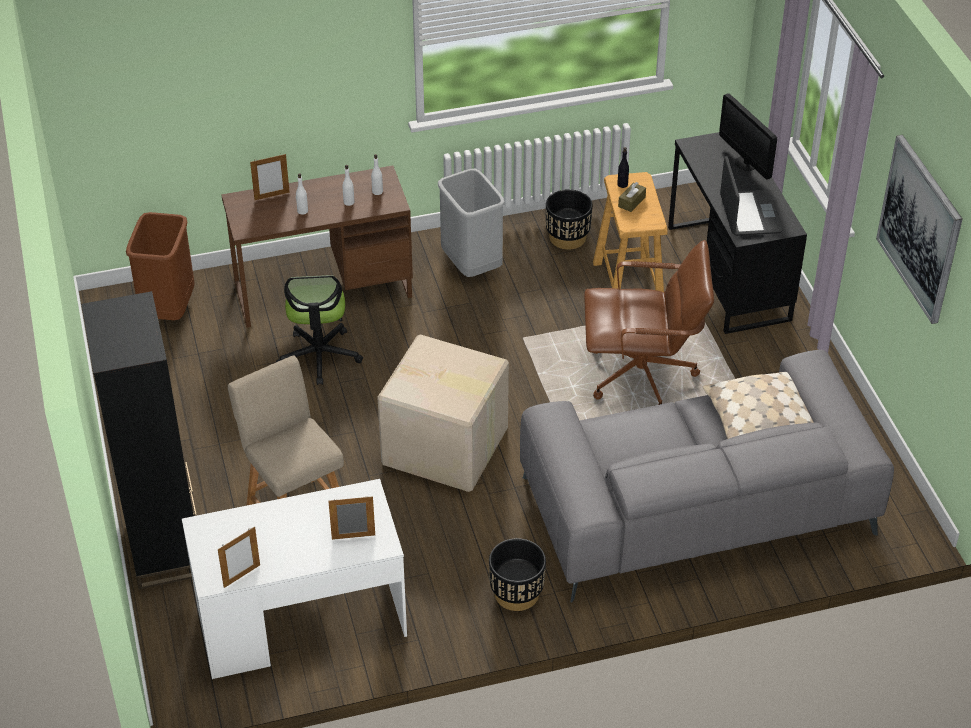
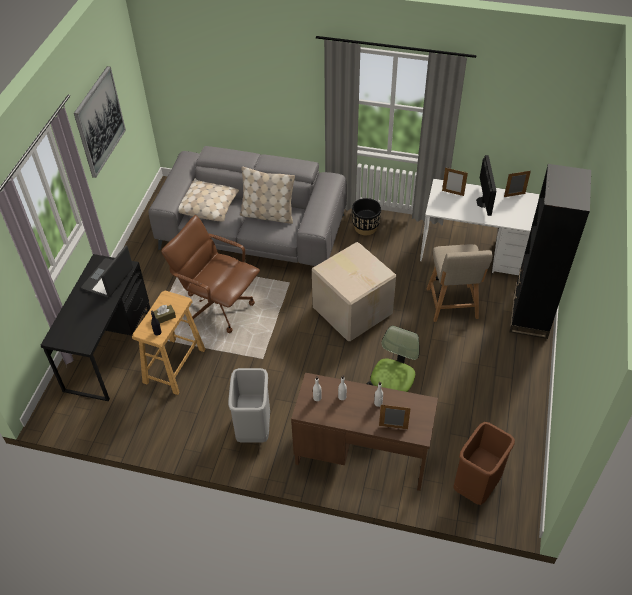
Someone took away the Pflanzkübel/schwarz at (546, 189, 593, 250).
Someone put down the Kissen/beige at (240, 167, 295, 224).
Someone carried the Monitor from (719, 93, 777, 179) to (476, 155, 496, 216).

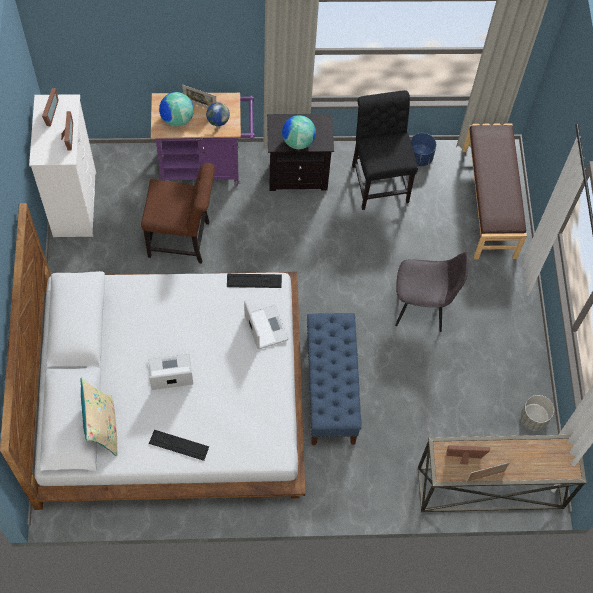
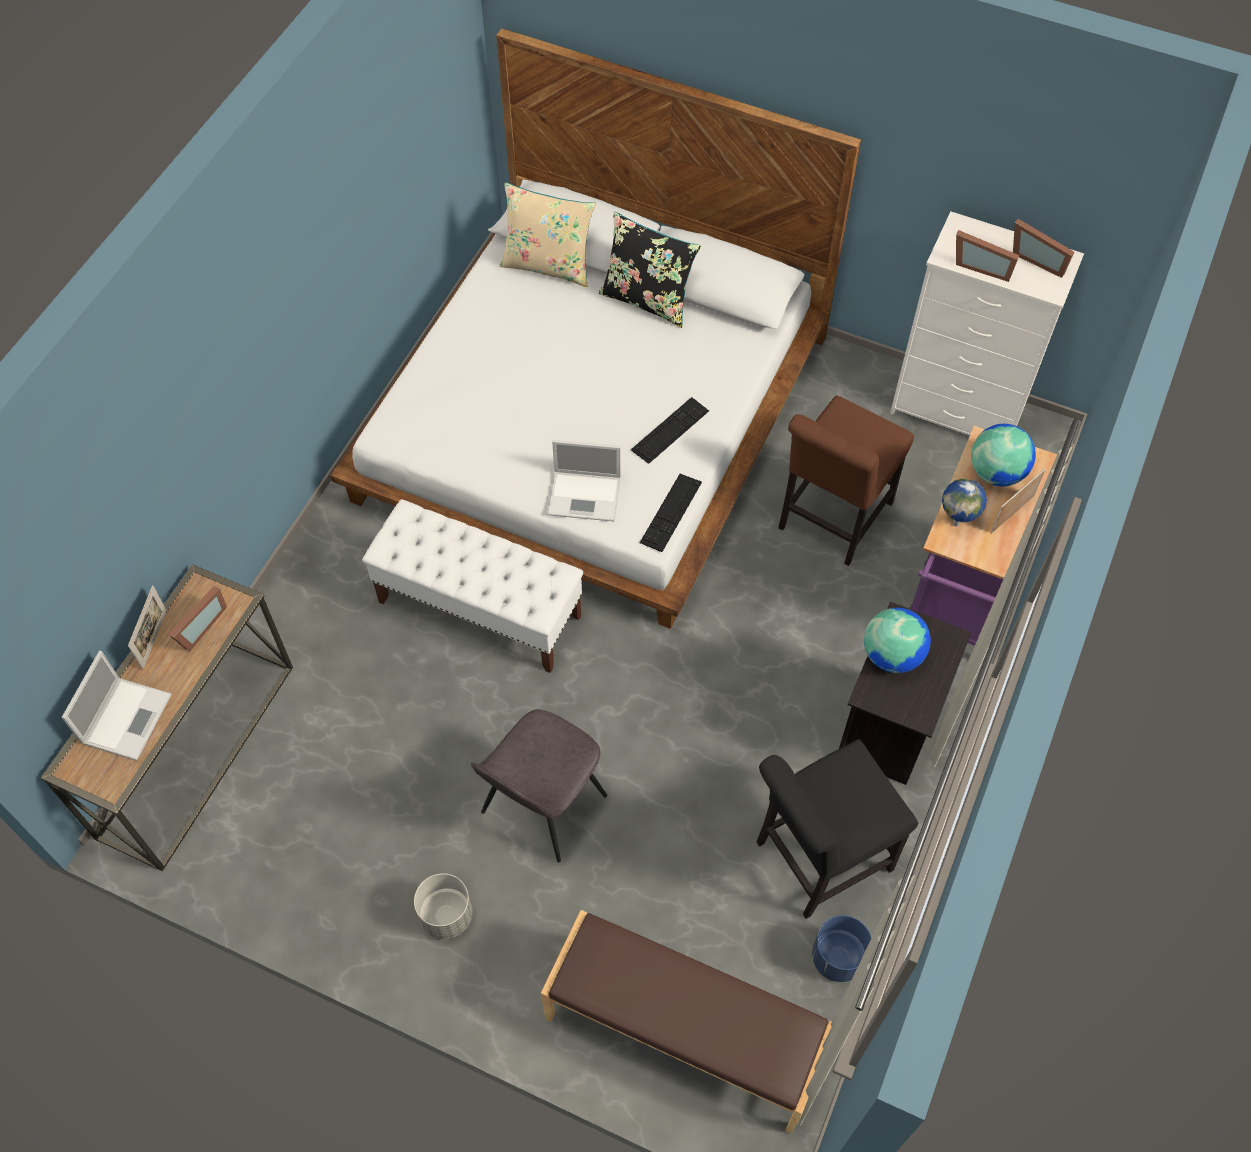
Someone put down the Kissen/schwarz at (599, 212, 701, 328).
Someone carried the Laptop from (148, 354, 193, 390) to (62, 651, 172, 761).
Someone carried the Tastatur from (149, 430, 209, 461) to (631, 397, 709, 464).
Someone carried the Pflanzkübel/grau from (520, 395, 554, 430) to (414, 873, 472, 939).
Someone repainted the Bank/blau at (307, 313, 362, 445), which became the Bank/weiß at (362, 499, 583, 673).
Someone rotated the Stuhl/schwarz at (352, 90, 418, 210) by 135 degrees clockwise.

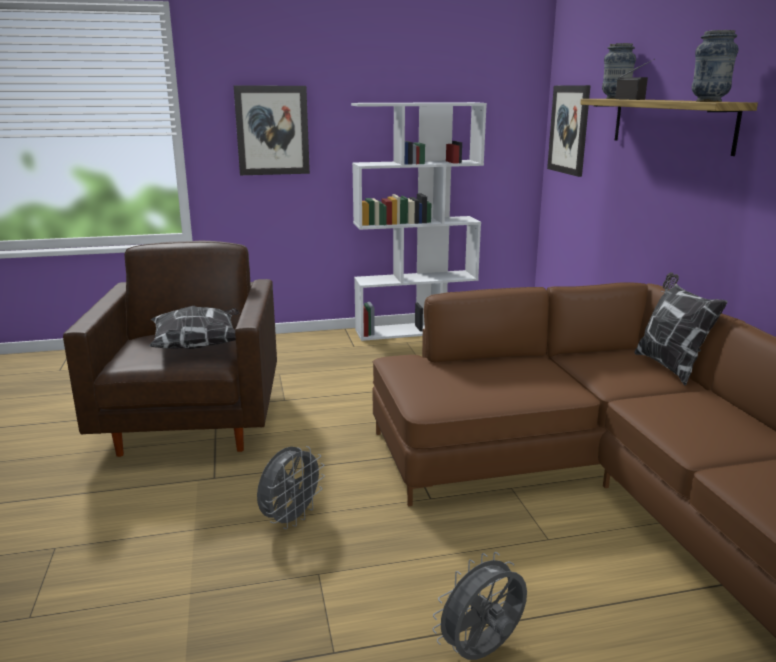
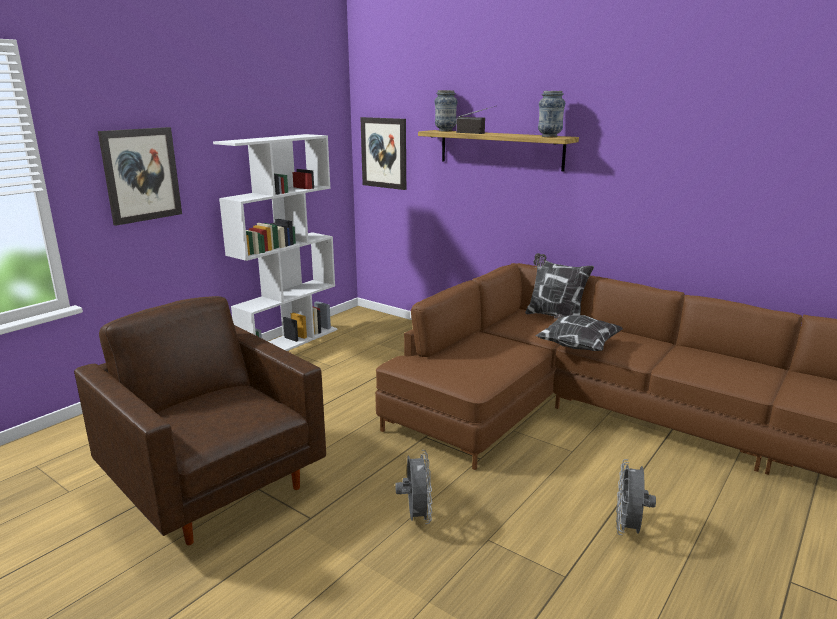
Someone carried the Kissen from (149, 306, 239, 349) to (535, 314, 623, 351).

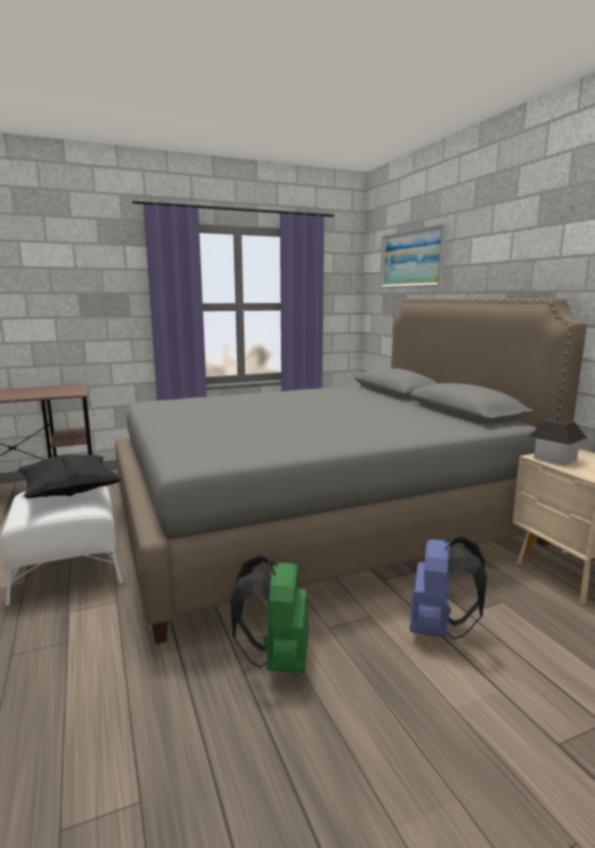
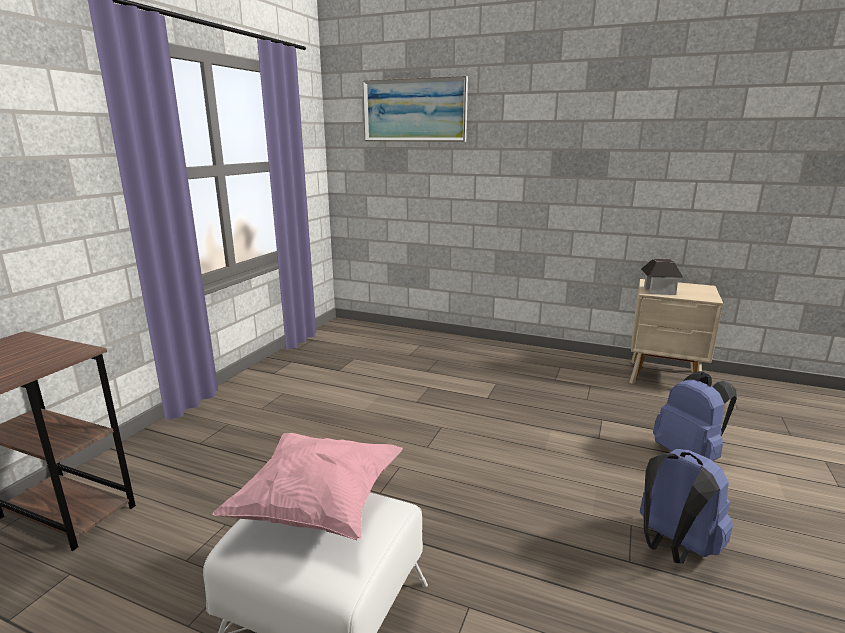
Someone took away the Bett/grau at (115, 298, 587, 644).
Someone repainted the Kissen/schwarz at (17, 454, 122, 498), which became the Kissen/rosa at (212, 433, 403, 540).
Someone repainted the Rucksack/grün at (230, 555, 309, 673), which became the Rucksack/blau at (640, 449, 733, 563).

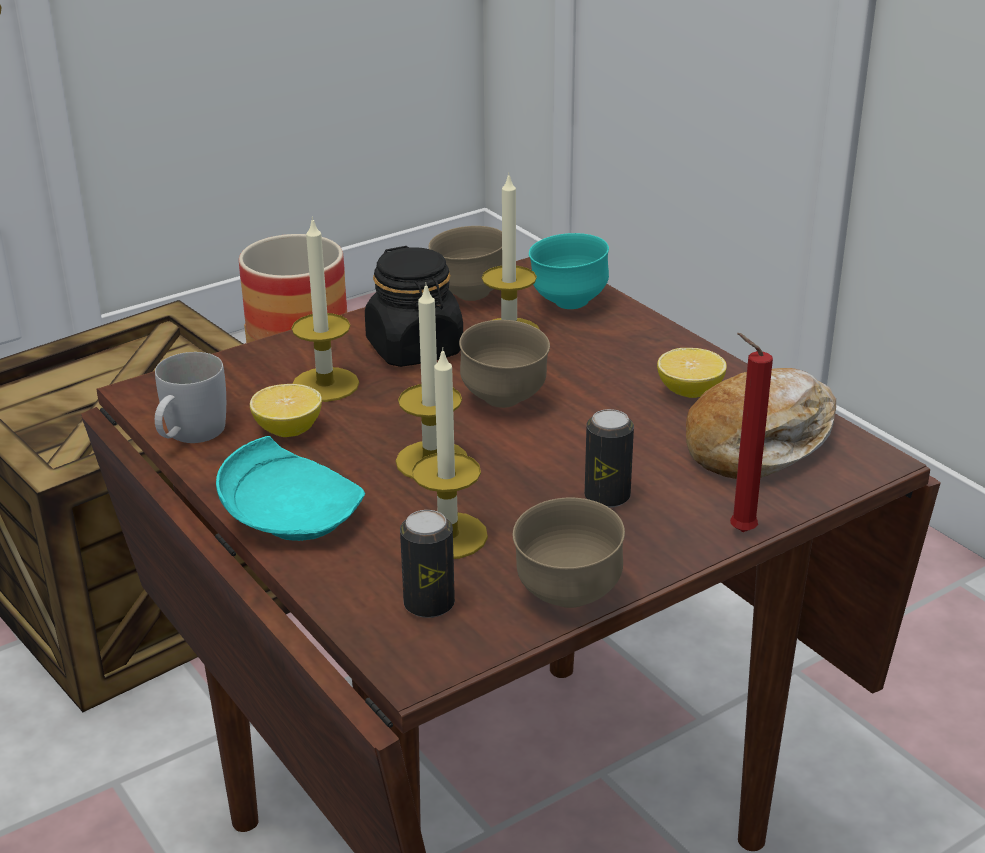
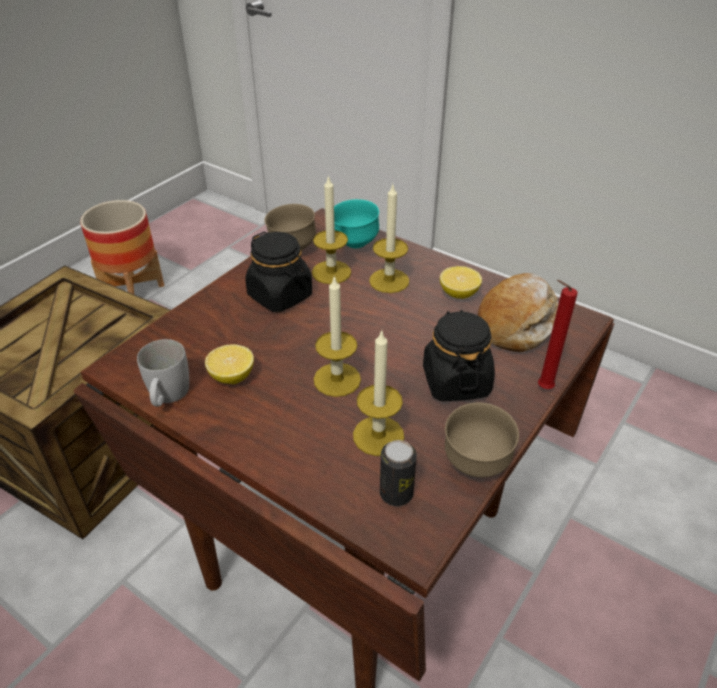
Someone took away the Teller/türkis at (216, 436, 365, 541).
Someone took away the Schüssel/braun at (459, 320, 550, 408).
Someone carried the Kerze from (292, 216, 359, 402) to (369, 185, 409, 293).
Someone swapped the Dose at (585, 409, 634, 508) for the Vorratsglas/schwarz at (423, 310, 495, 401).

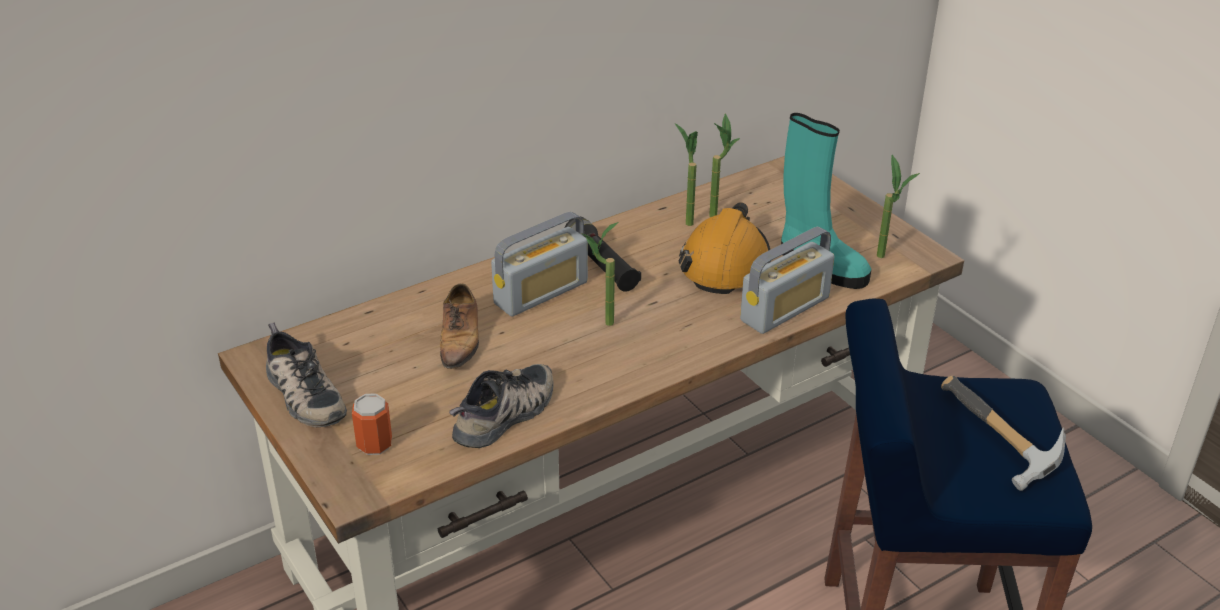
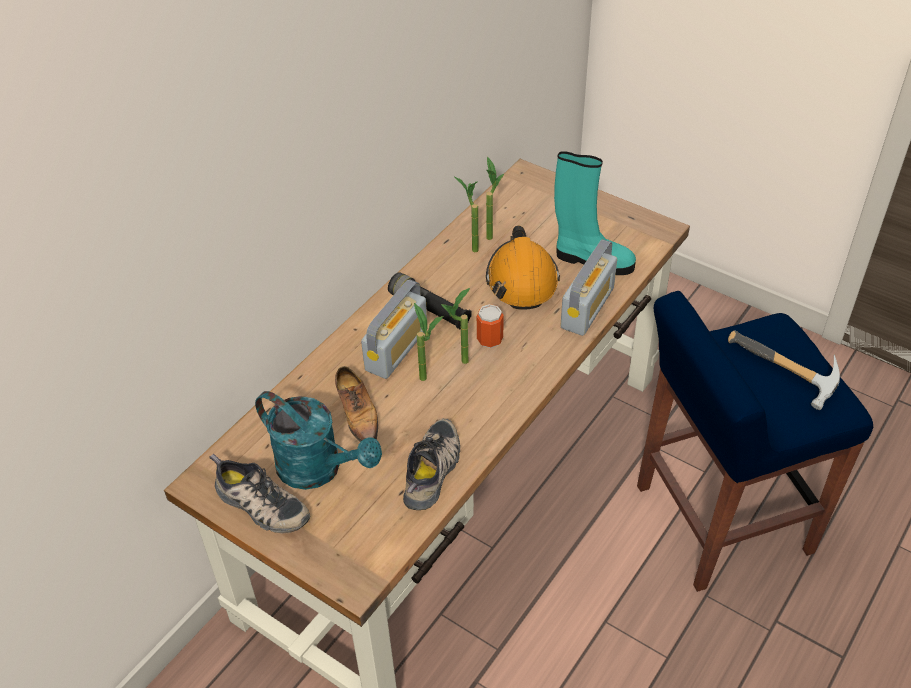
Someone put down the Gießkanne/türkis at (255, 391, 382, 490).
Someone carried the Dose from (352, 393, 392, 455) to (477, 304, 504, 348).
Someone carried the Topfpflanze from (877, 155, 920, 258) to (414, 303, 443, 381).

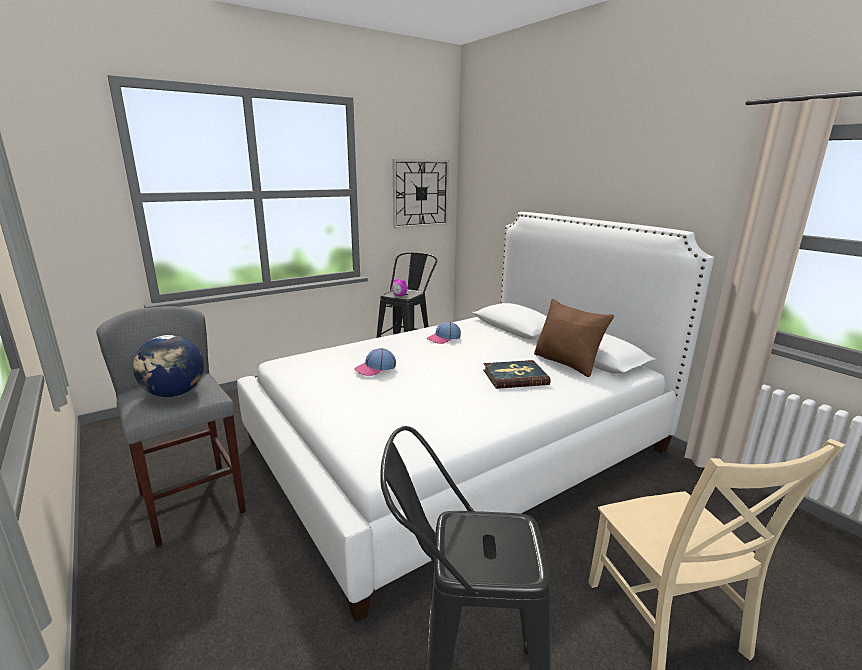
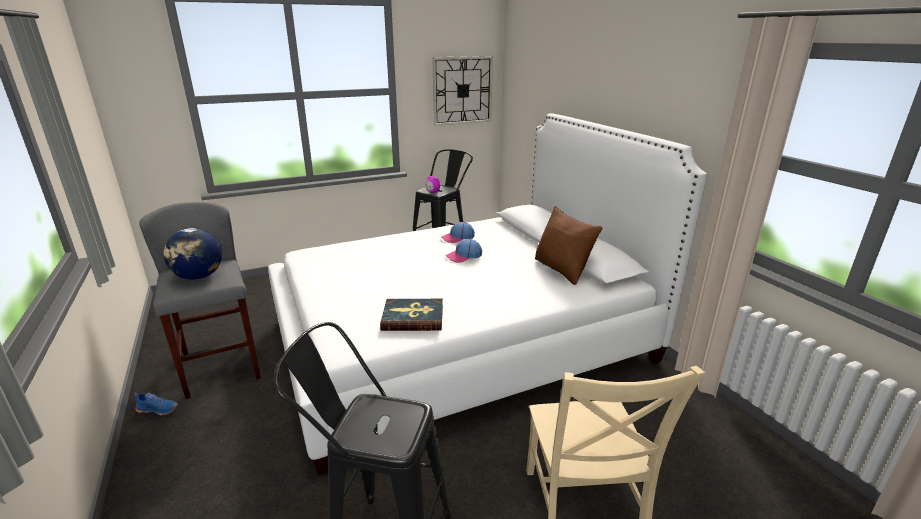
Someone put down the Schuh/blau at (133, 393, 178, 415).
Someone carried the Kappe from (354, 348, 396, 376) to (446, 239, 482, 263).
Someone carried the Buch from (483, 360, 550, 389) to (380, 299, 443, 331).

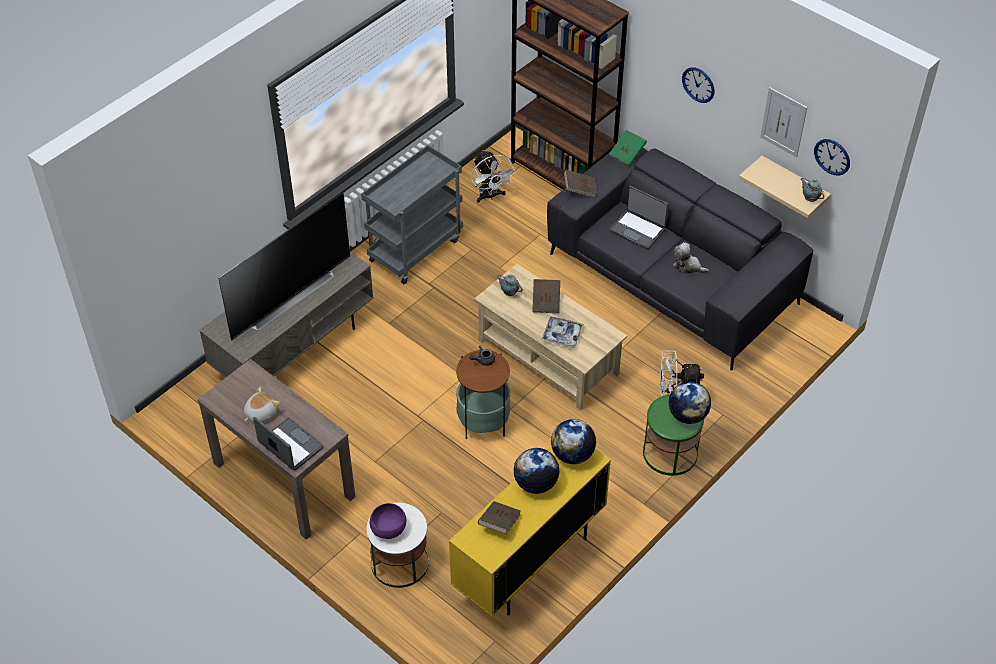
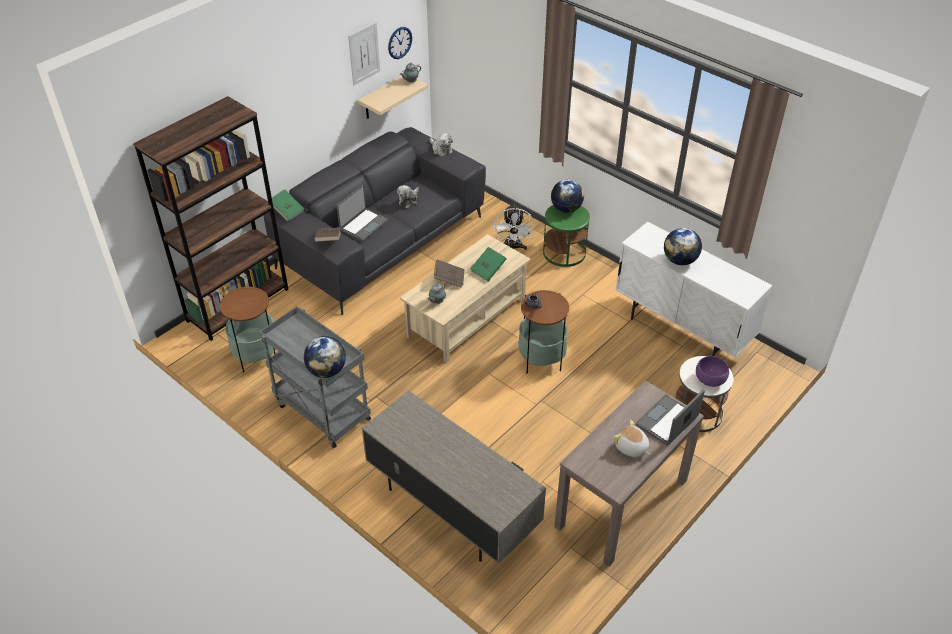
Someone took away the Fernseher at (218, 193, 350, 340).
Someone took away the Buch/braun at (478, 501, 521, 534).
Someone took away the Wanduhr at (682, 67, 715, 103).
Someone put down the Plüschtier at (430, 133, 453, 156).
Someone carried the Globus from (551, 419, 596, 464) to (304, 336, 346, 378).
Someone swapped the Ventilator/weiß at (471, 150, 516, 203) for the Beistelltisch at (220, 287, 276, 372).
Someone swapped the Tablett at (541, 316, 584, 348) for the Buch/grün at (470, 247, 507, 281).
Someone repainted the Schrank/gelb at (449, 446, 611, 617), which became the Schrank/weiß at (615, 222, 773, 357).

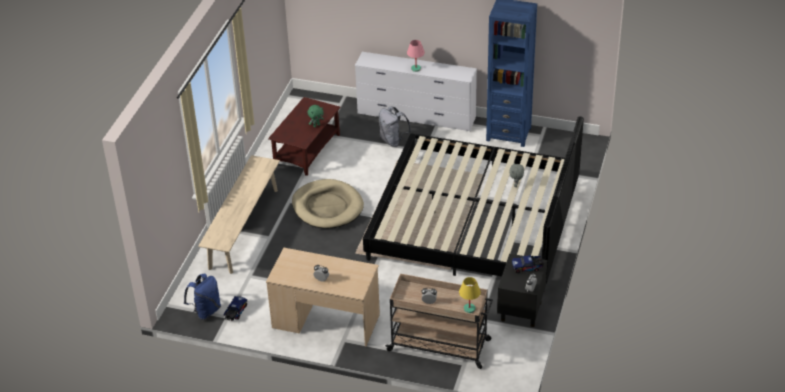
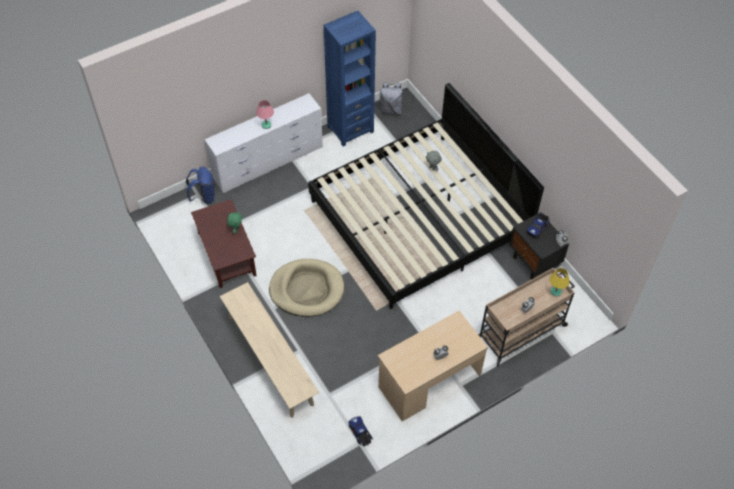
Someone carried the Rucksack/blau from (184, 273, 221, 320) to (186, 166, 215, 204).
Someone carried the Rucksack/grau from (379, 106, 411, 147) to (379, 82, 404, 115).

